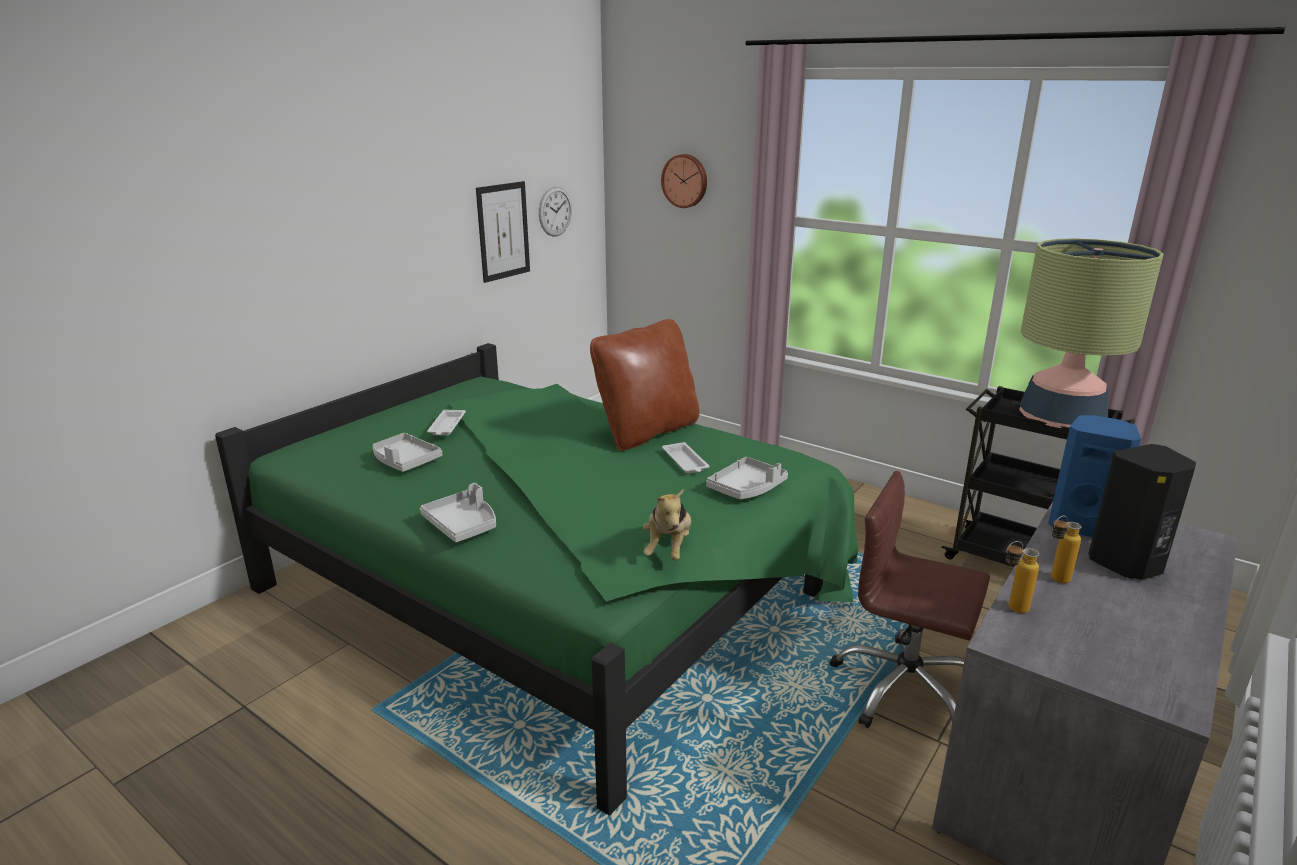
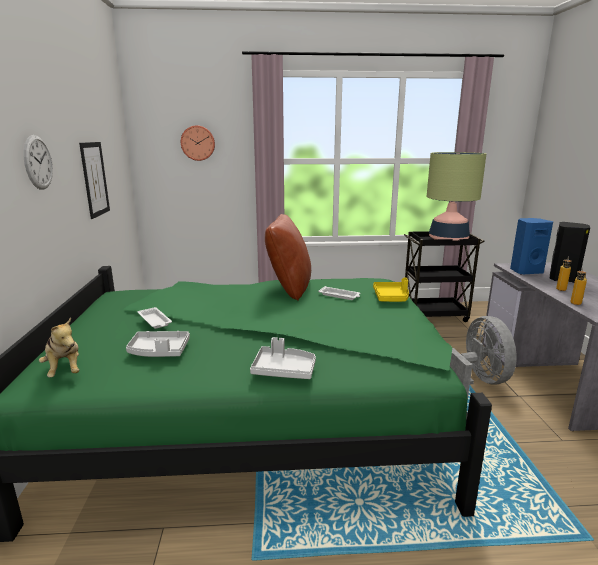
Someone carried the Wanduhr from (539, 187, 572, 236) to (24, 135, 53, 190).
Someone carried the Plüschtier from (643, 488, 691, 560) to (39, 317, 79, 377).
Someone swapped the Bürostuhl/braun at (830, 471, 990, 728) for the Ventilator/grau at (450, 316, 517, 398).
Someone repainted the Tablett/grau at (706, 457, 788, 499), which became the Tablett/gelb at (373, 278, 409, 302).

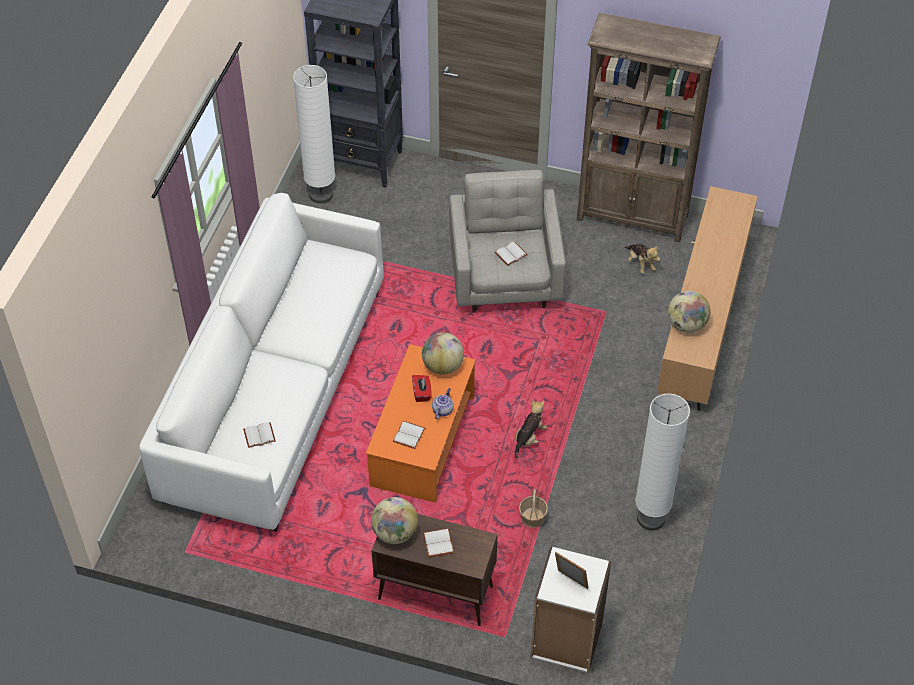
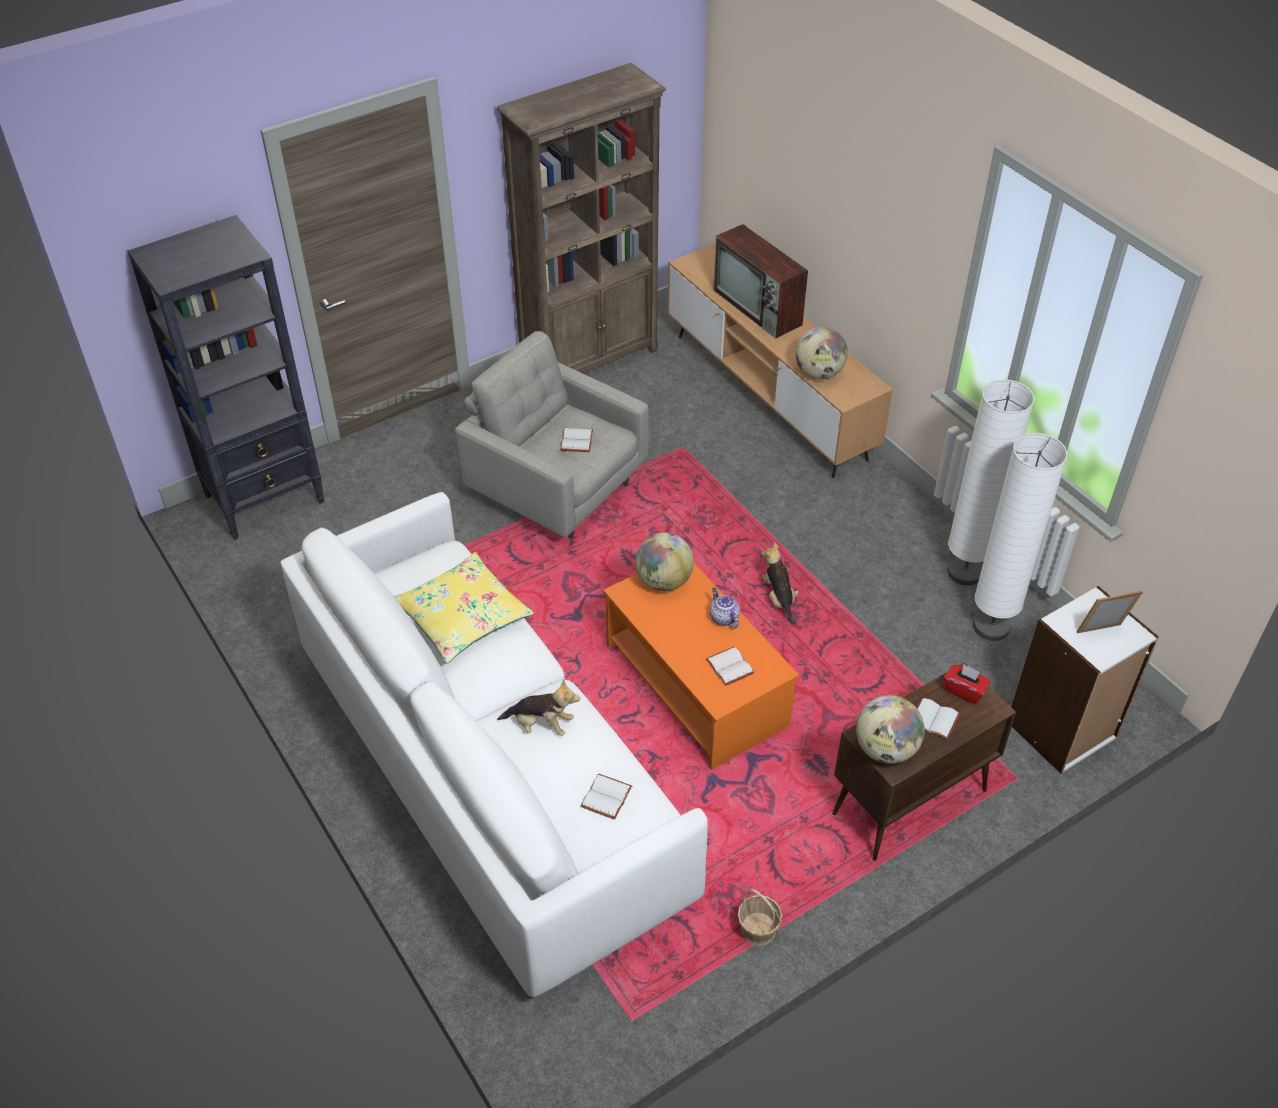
Someone put down the Kissen/gelb at (394, 552, 534, 664).
Someone put down the Fernseher at (713, 224, 808, 339).
Someone carried the Stehlampe/weiß from (293, 65, 335, 204) to (973, 433, 1068, 641).
Someone carried the Taschentuchbox/rot from (412, 375, 432, 402) to (944, 664, 991, 704).
Someone carried the Korb from (519, 489, 548, 528) to (737, 888, 783, 946).
Someone carried the Plüschtier from (625, 244, 660, 274) to (497, 679, 580, 736).

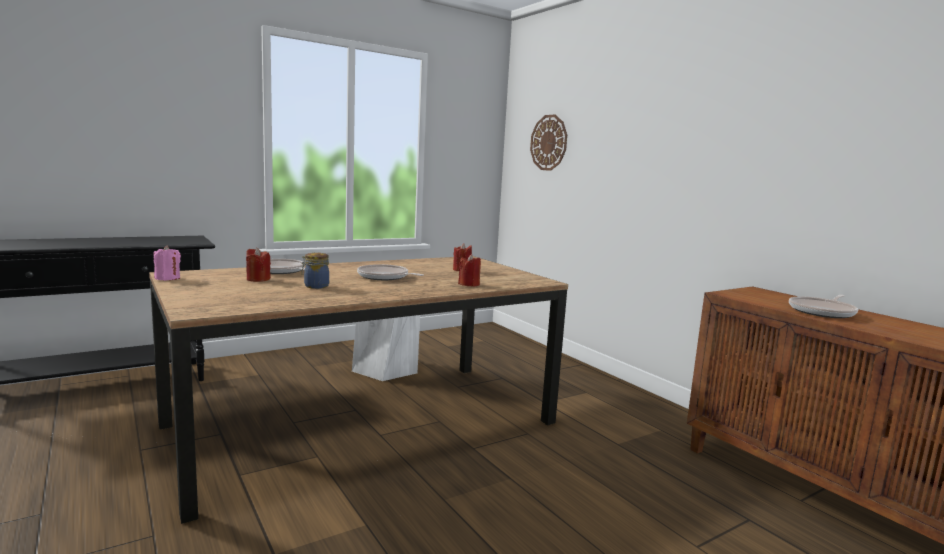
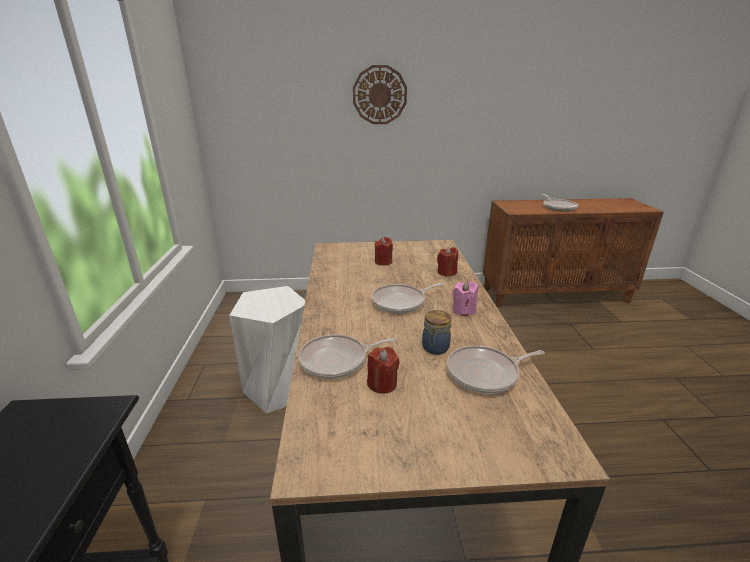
Someone put down the Pfanne at (447, 345, 545, 394).
Someone carried the Kerze/rosa from (153, 245, 181, 281) to (452, 281, 478, 316).
Someone carried the Wanduhr from (530, 115, 567, 171) to (353, 65, 407, 124).

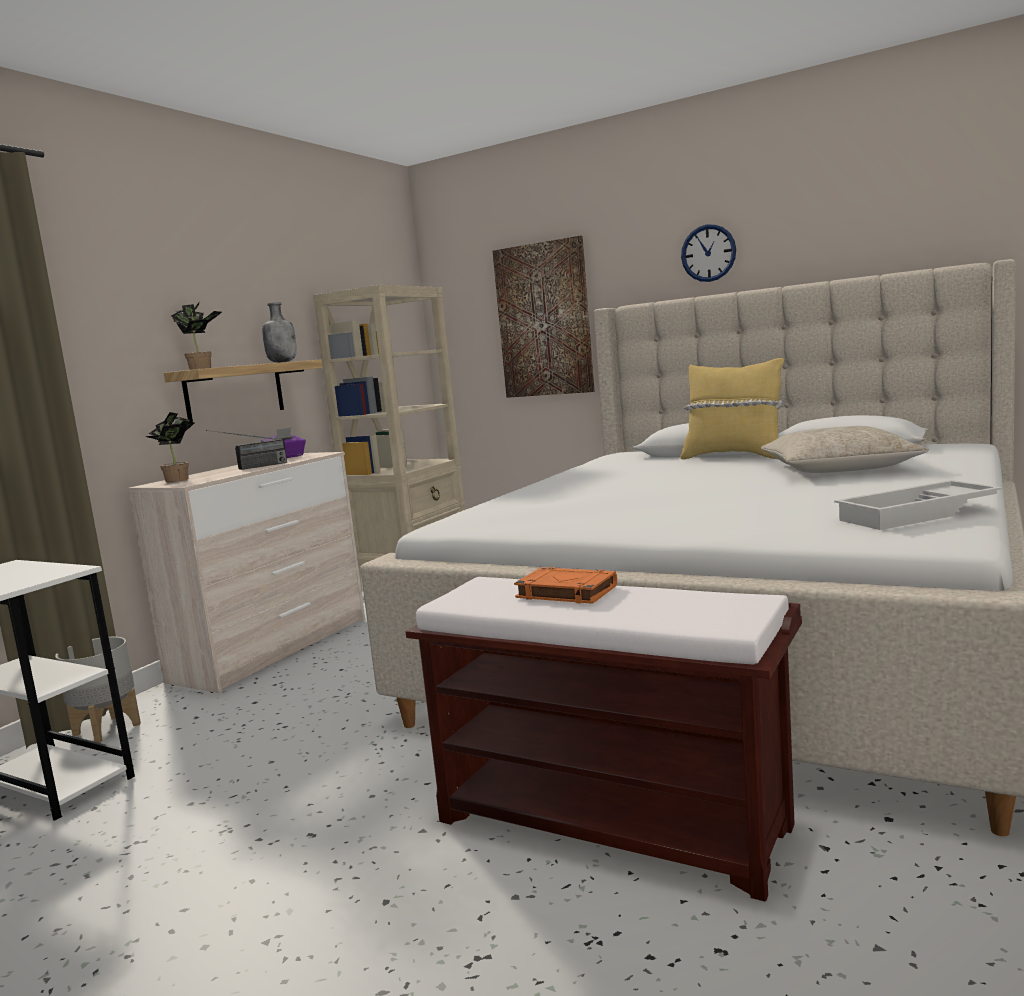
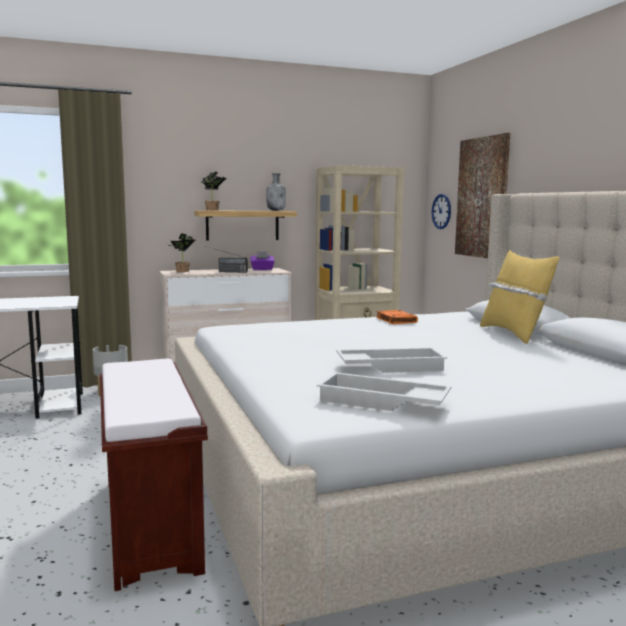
Someone took away the Kissen/beige at (761, 426, 929, 473).
Someone put down the Tablett/weiß at (336, 347, 447, 373).
Someone carried the Buch/orange from (514, 567, 617, 604) to (376, 310, 418, 324).
Someone carried the Wanduhr from (681, 224, 736, 282) to (432, 194, 451, 229).

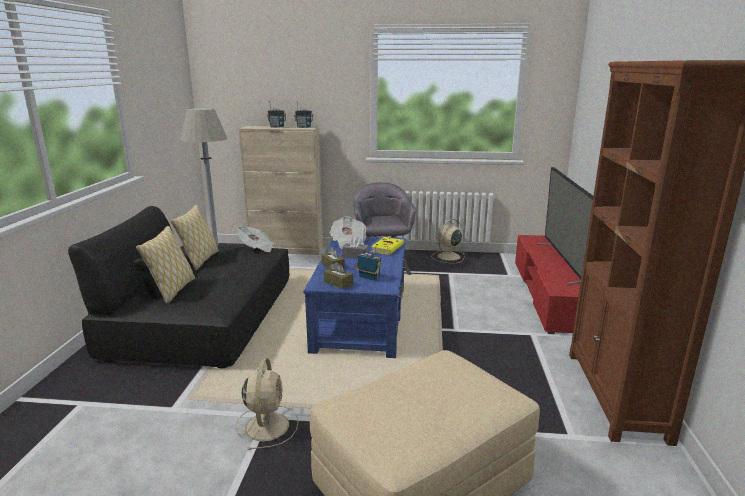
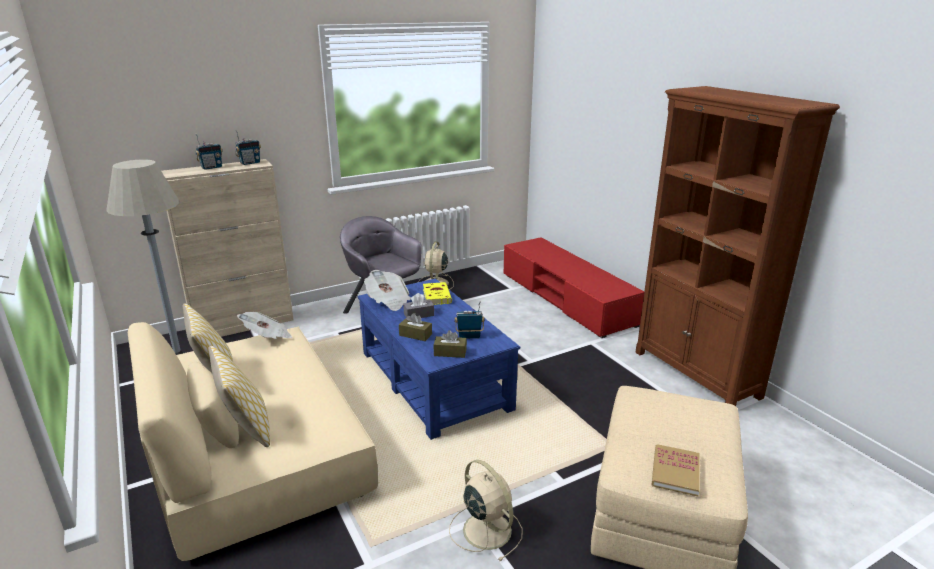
Someone took away the Fernseher at (537, 167, 593, 285).
Someone put down the Buch at (652, 444, 700, 496).
Someone repainted the Sofa/schwarz at (68, 206, 289, 368), which became the Sofa/beige at (128, 322, 378, 561).

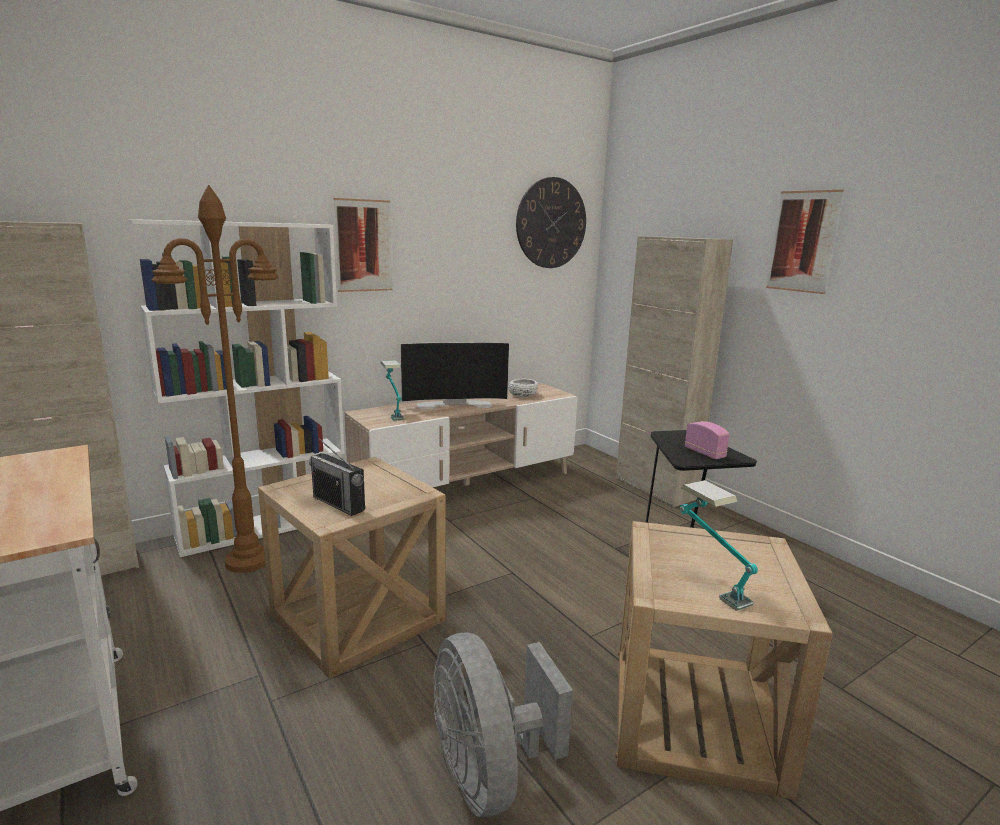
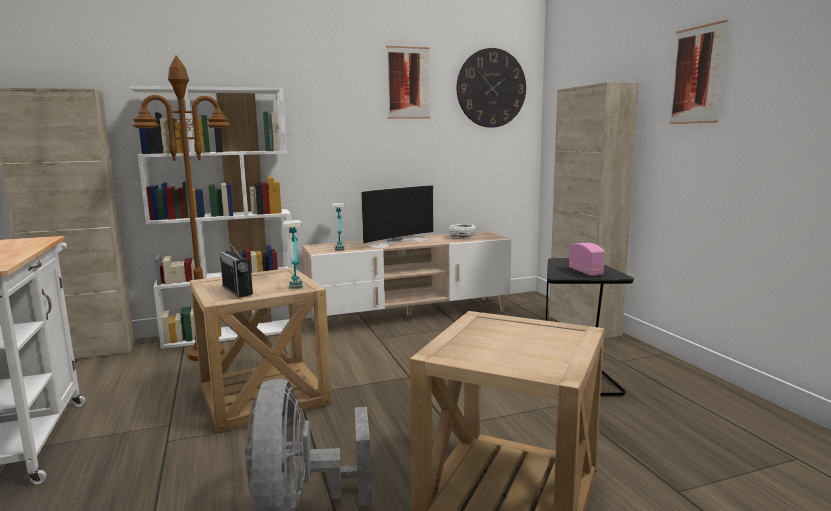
Someone carried the Bild from (333, 198, 393, 292) to (386, 46, 430, 119).
Someone carried the Tischlampe from (680, 480, 758, 611) to (283, 220, 303, 289).
Someone rotated the Fernseher at (400, 342, 509, 410) by 45 degrees counterclockwise.

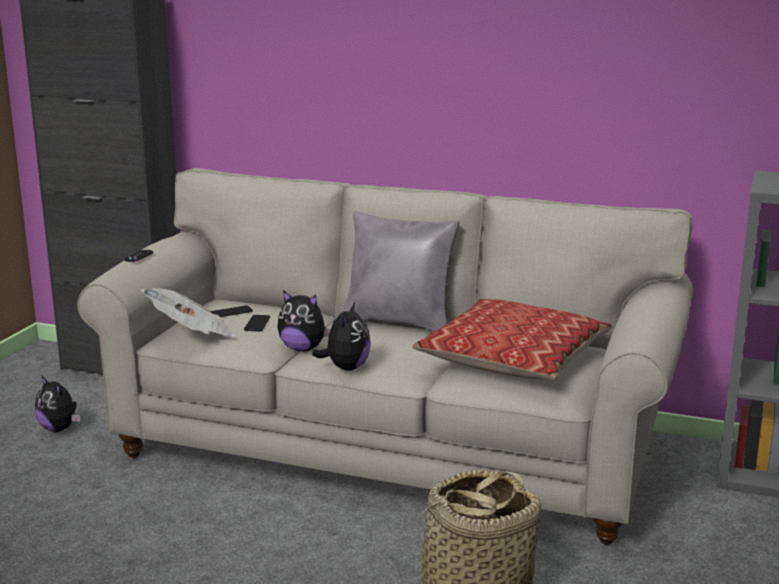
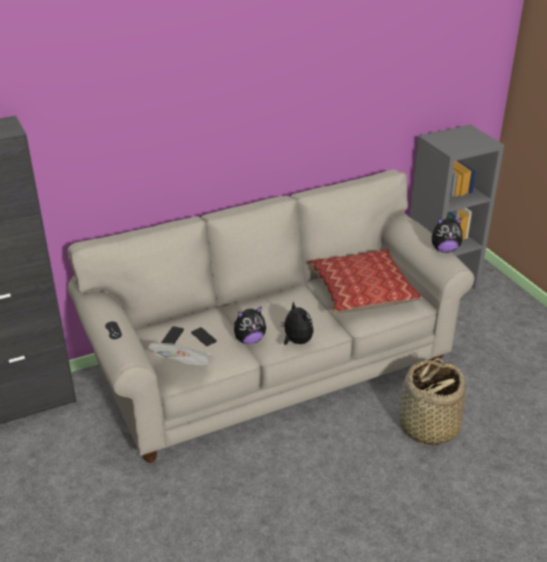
Someone took away the Kissen/grau at (341, 211, 459, 332).
Someone carried the Plüschtier from (35, 375, 80, 432) to (432, 218, 463, 253).

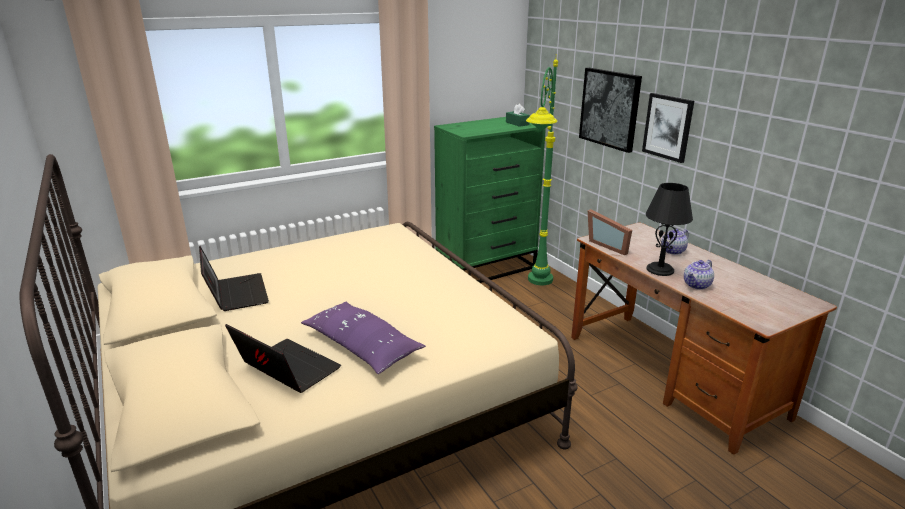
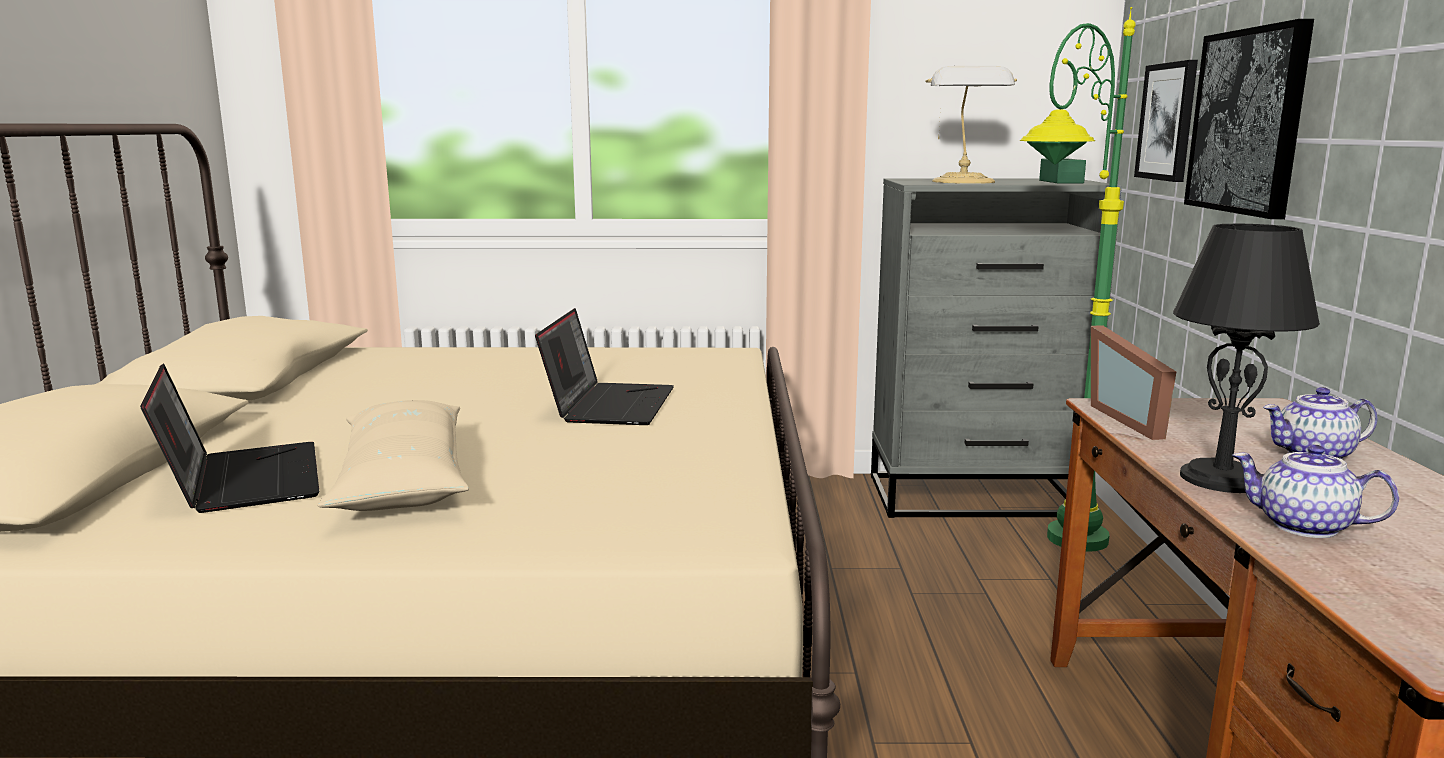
Someone put down the Tischlampe at (925, 66, 1017, 184).
Someone carried the Laptop from (199, 246, 269, 311) to (535, 308, 674, 425).
Someone carried the Bild from (642, 93, 694, 163) to (1134, 60, 1198, 182).
Someone repainted the Kissen/lila at (301, 302, 426, 374), which became the Kissen/beige at (317, 400, 469, 511).
Someone repainted the Kommode/grün at (434, 117, 546, 283), which became the Kommode/grau at (871, 178, 1122, 518).
Someone rotated the Teekanne at (684, 260, 714, 290) by 45 degrees clockwise.

